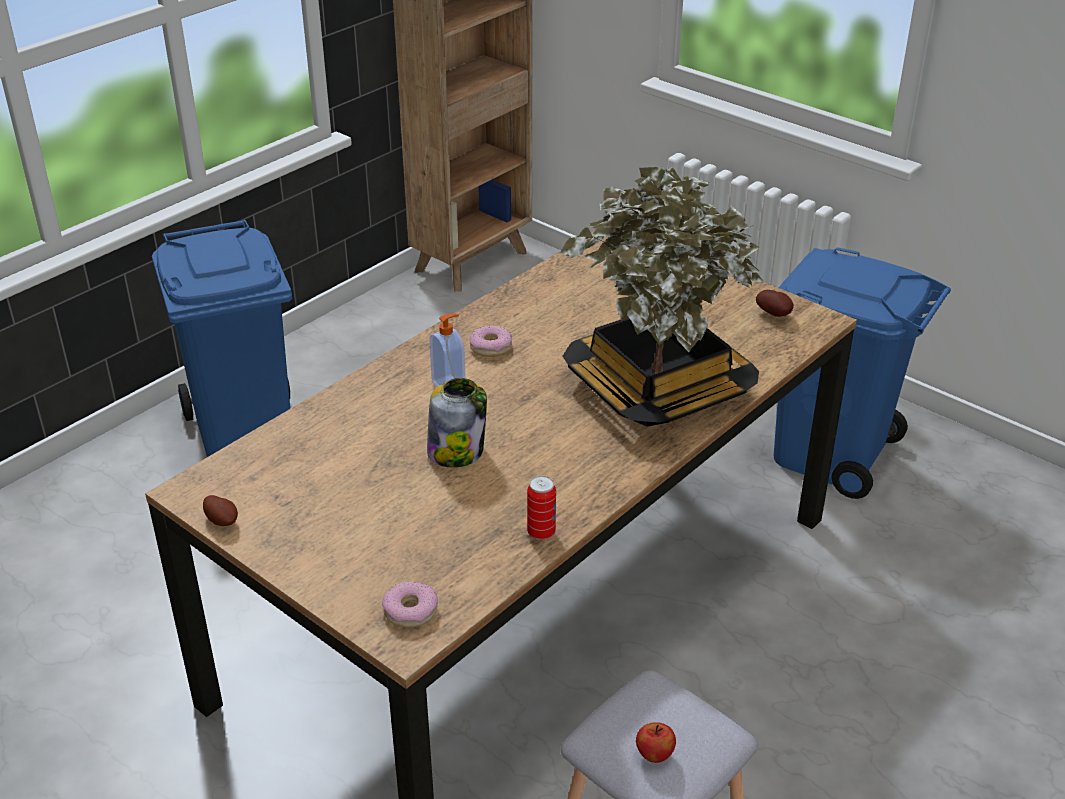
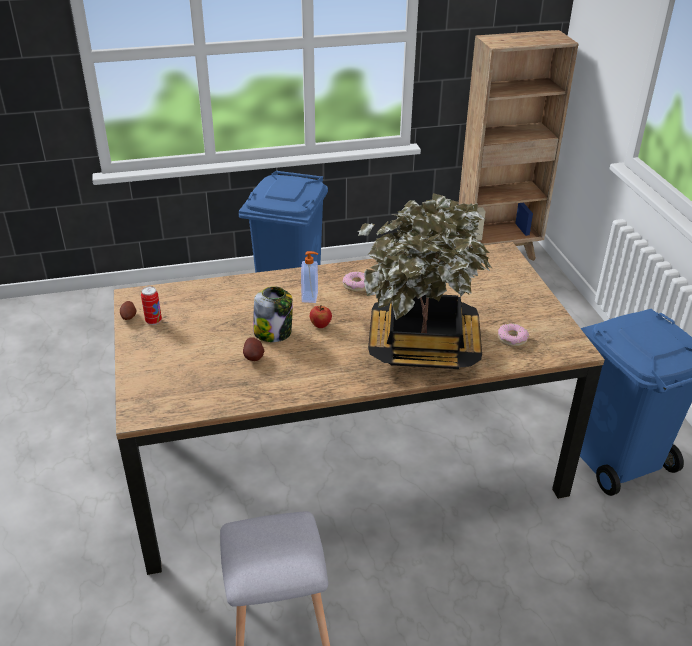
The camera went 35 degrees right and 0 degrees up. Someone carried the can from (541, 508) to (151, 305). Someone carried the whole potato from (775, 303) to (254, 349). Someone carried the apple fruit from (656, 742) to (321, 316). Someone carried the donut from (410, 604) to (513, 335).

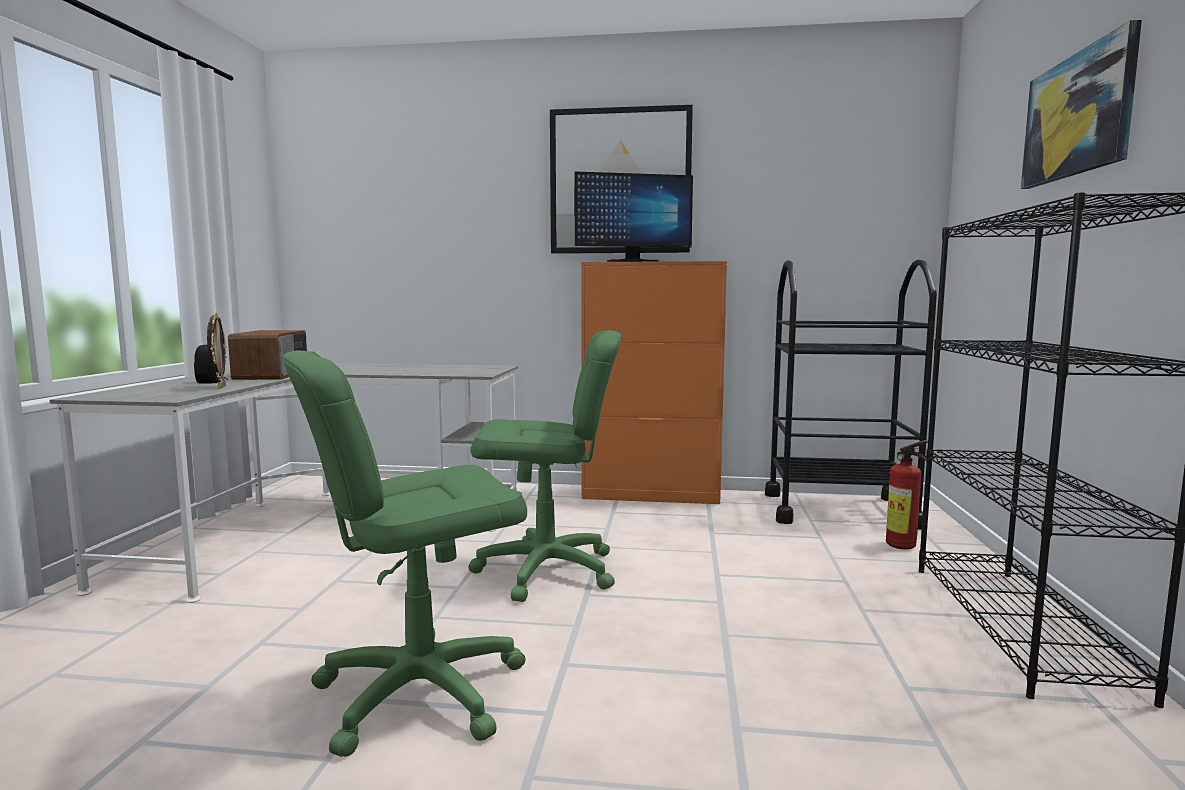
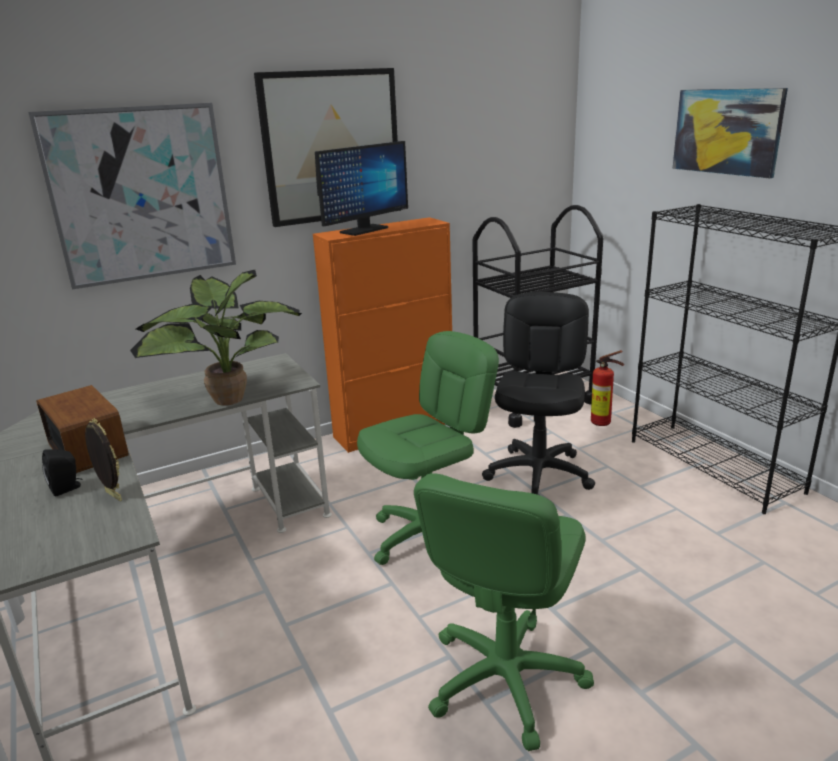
The camera went 35 degrees left and 15 degrees up. Someone put up the picture at (132, 196). Someone put down the houseplant at (216, 338). Someone put down the black office chair at (538, 393).

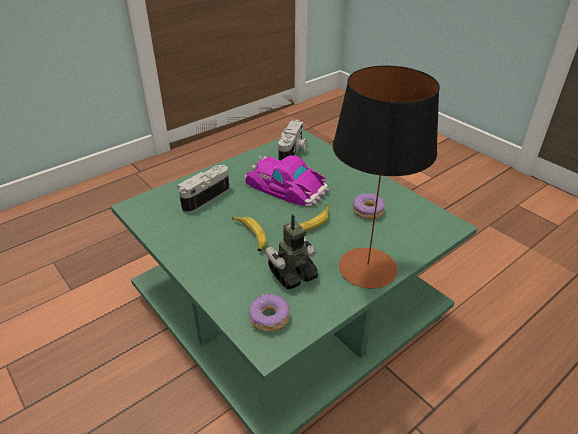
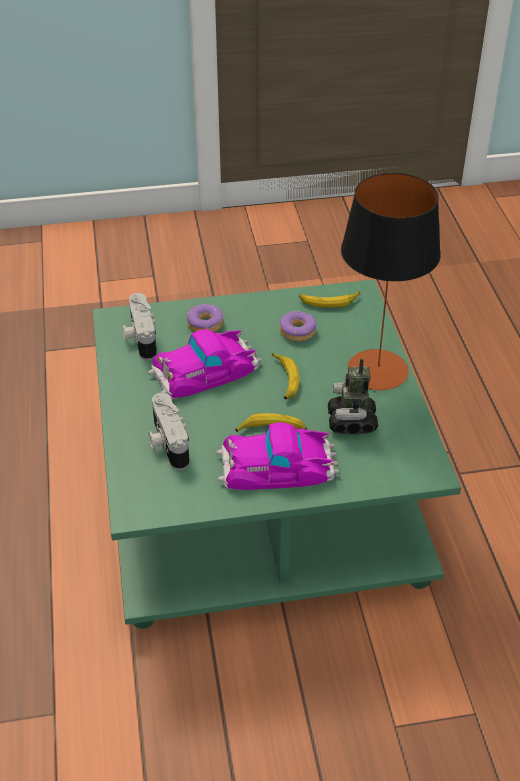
The camera went 60 degrees left and 5 degrees up. Someone rotated the still camera at (292, 140) by 150 degrees counterclockwise. Someone carried the donut from (269, 312) to (205, 318). Someone put down the miniature car at (277, 456). Someone put down the banana at (329, 299).

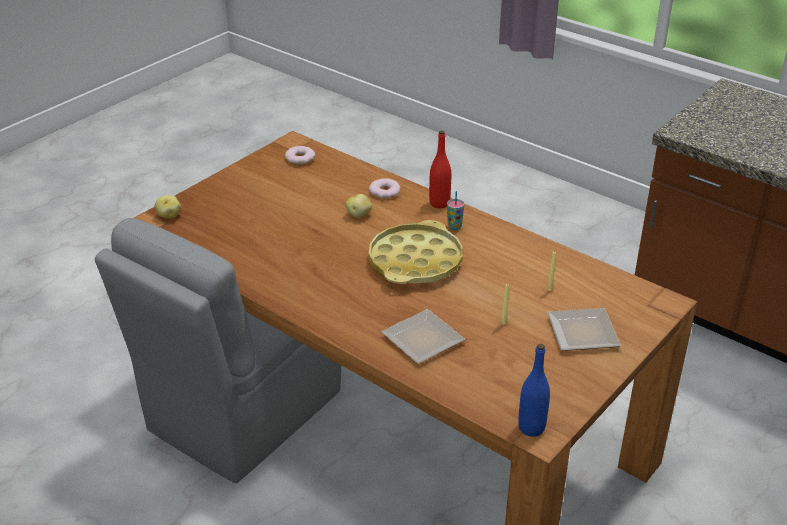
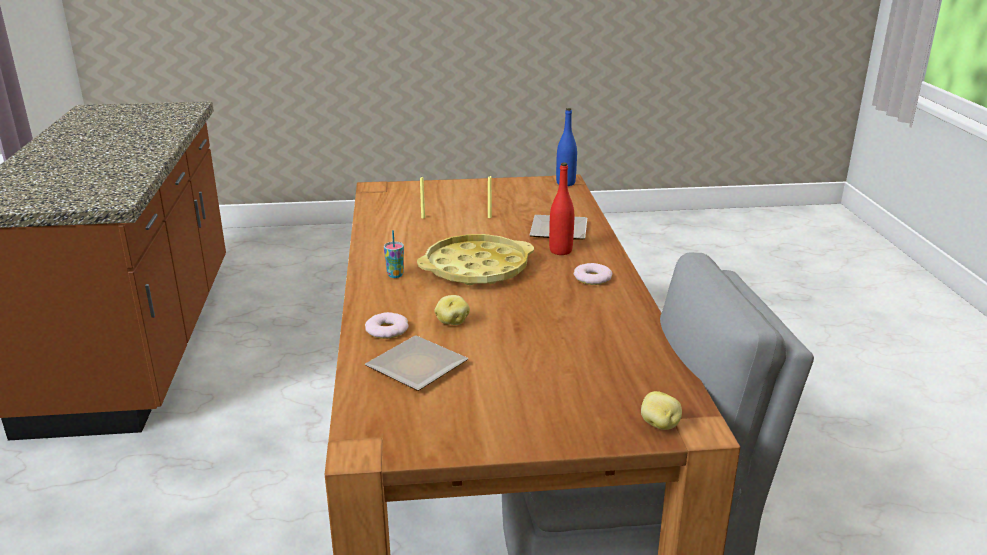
The camera went 135 degrees left and 10 degrees down. Someone carried the plate from (584, 329) to (416, 363). Someone carried the red drink bottle from (440, 169) to (561, 209). Someone carried the donut from (300, 155) to (593, 274).

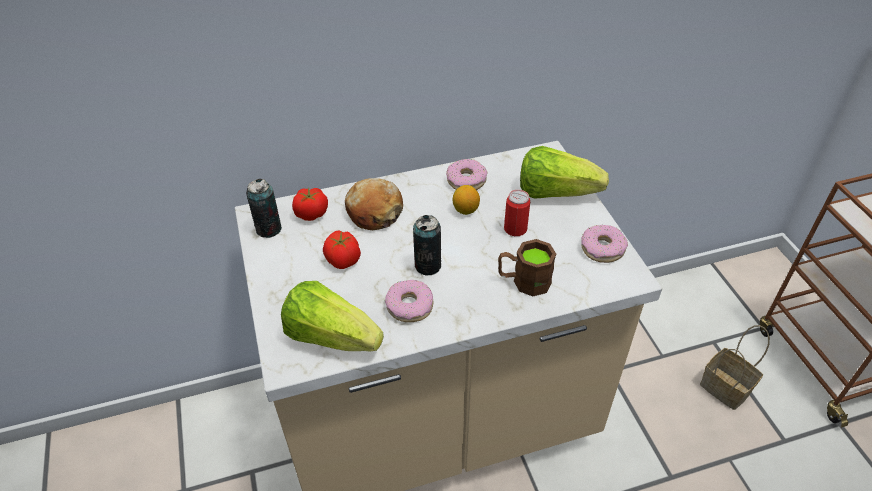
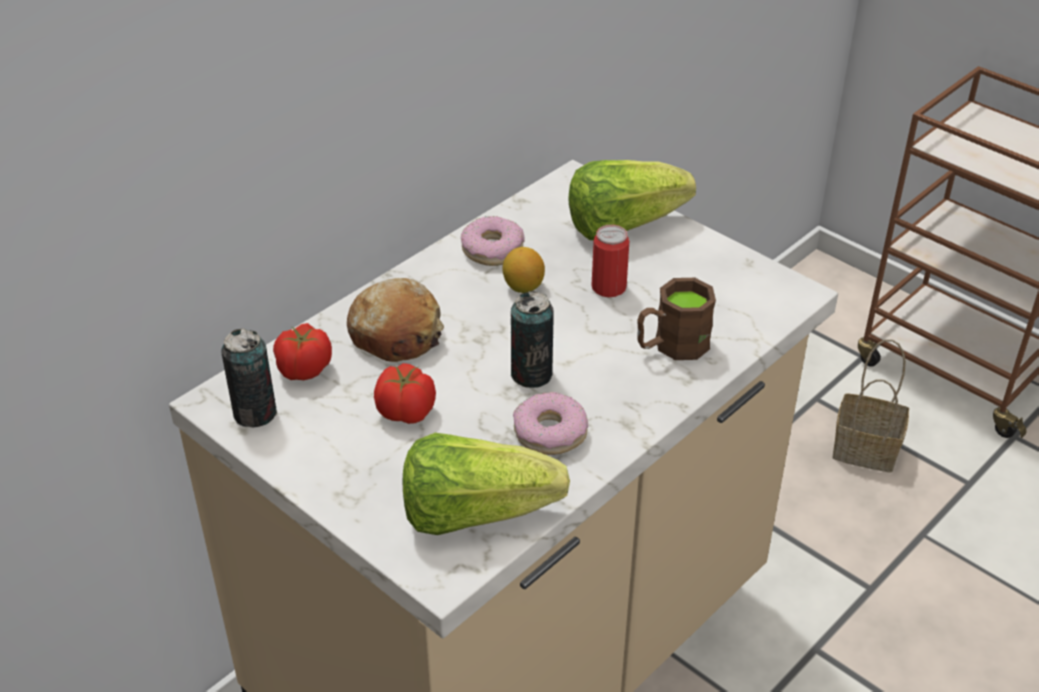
The camera went 30 degrees left and 5 degrees down. Someone took away the donut at (604, 244).

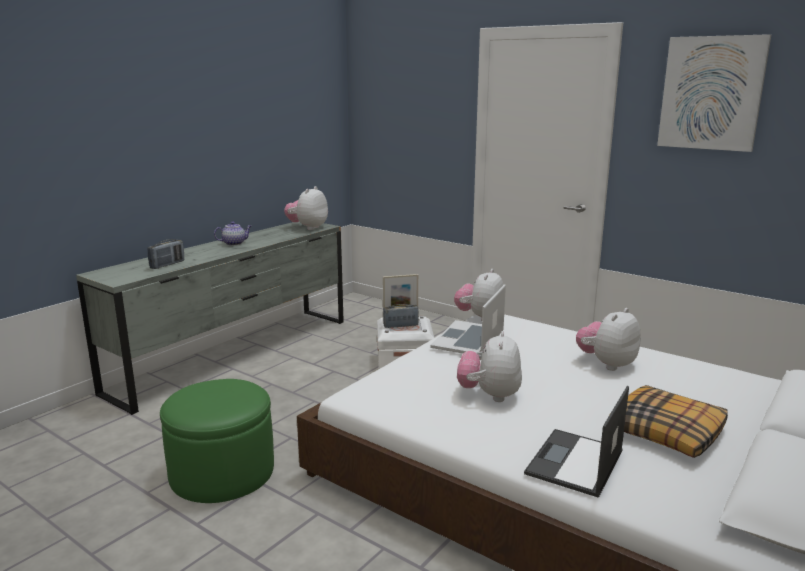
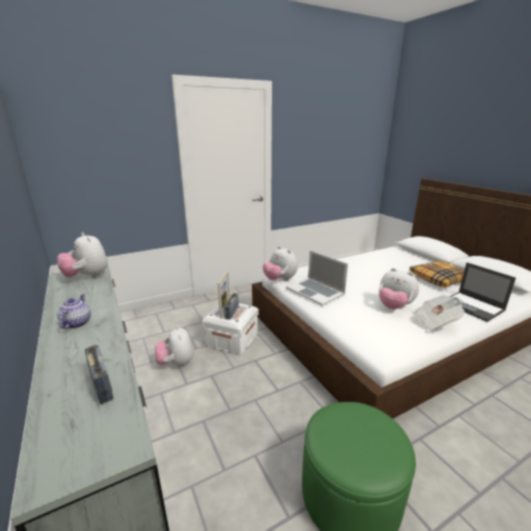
The camera went 65 degrees left and 5 degrees up. Someone carried the plush toy from (608, 339) to (174, 346). Someone put down the printed paper at (437, 313). Someone took away the picture at (714, 93).

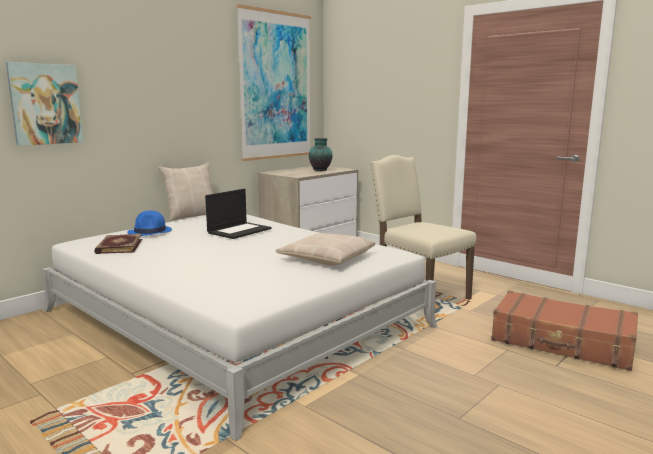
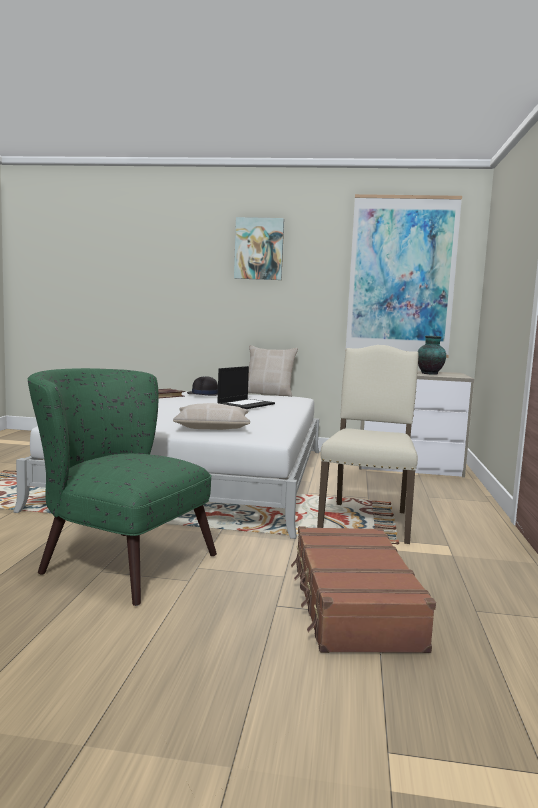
The camera went 55 degrees right and 5 degrees down. Someone put down the greenish easy chair at (122, 487). Someone repainted the blue hat at (149, 223), which became the black hat at (202, 386). Someone rotated the notebook computer at (238, 214) by 60 degrees counterclockwise. Someone carried the picture from (45, 104) to (259, 248).

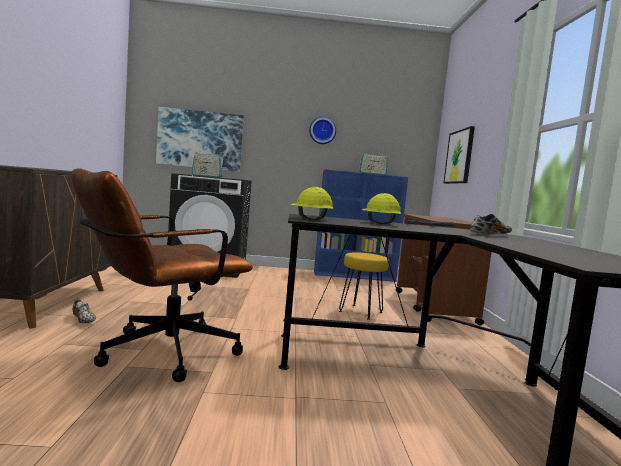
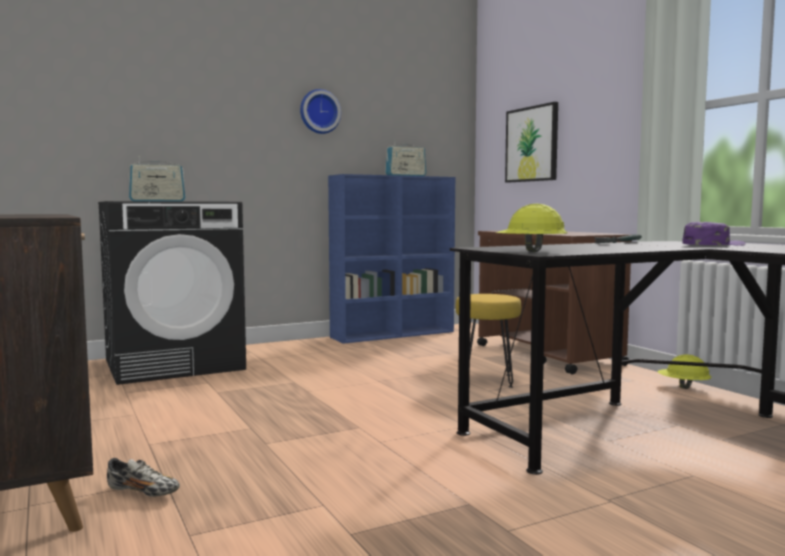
The camera went 25 degrees left and 0 degrees up. Someone carried the yellowish safety helmet from (381, 208) to (684, 371). Someone swapped the low shoe at (491, 224) for the purple baseball cap at (714, 234). Someone took away the brownish office chair at (162, 275). Someone took away the picture at (200, 139).

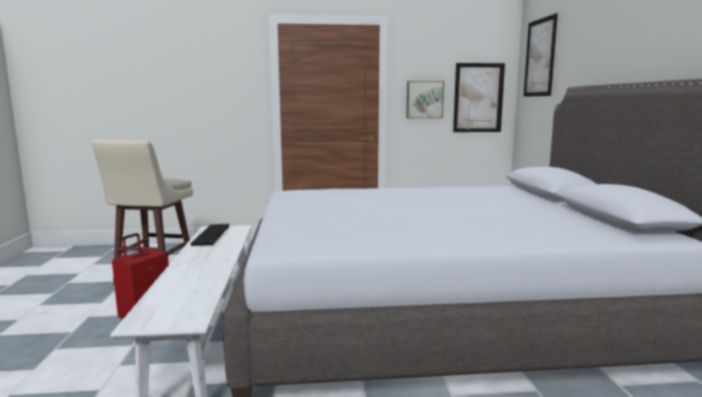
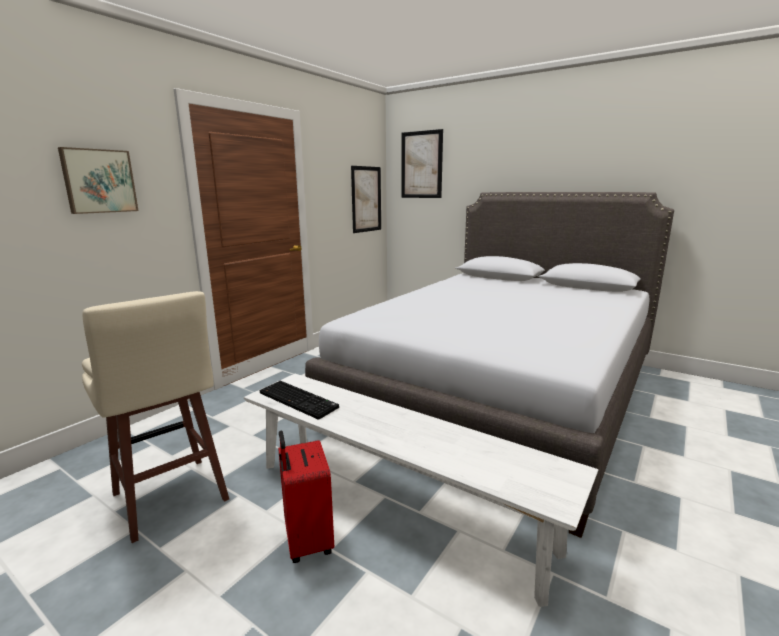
The camera went 50 degrees left and 5 degrees up. Someone carried the picture from (425, 99) to (98, 180).

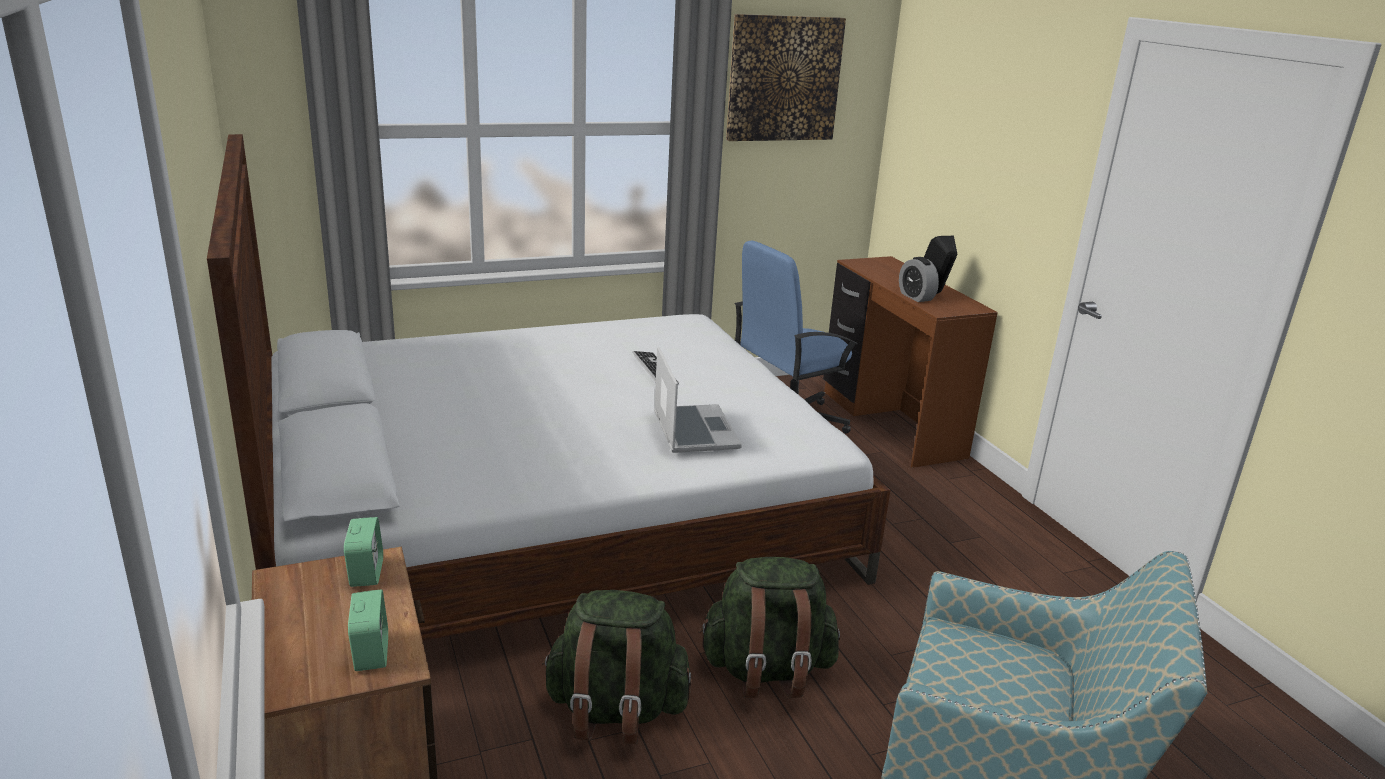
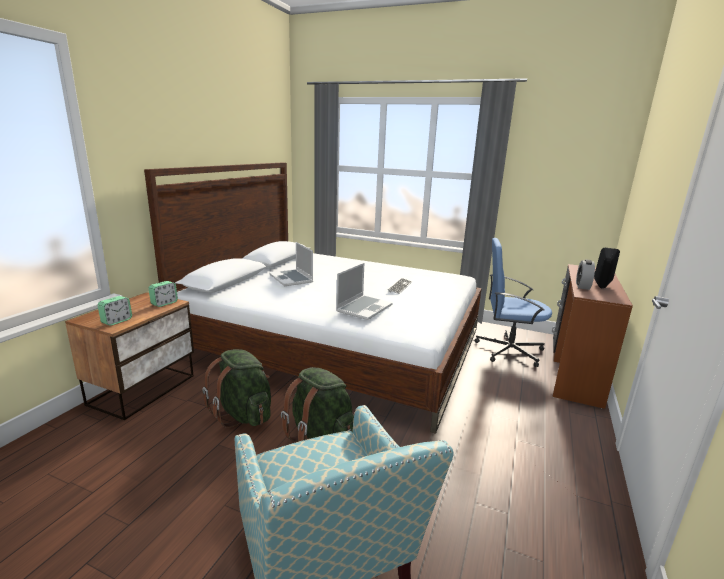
The camera went 45 degrees right and 5 degrees down. Someone put down the notebook computer at (291, 264). Someone took away the picture at (786, 77).

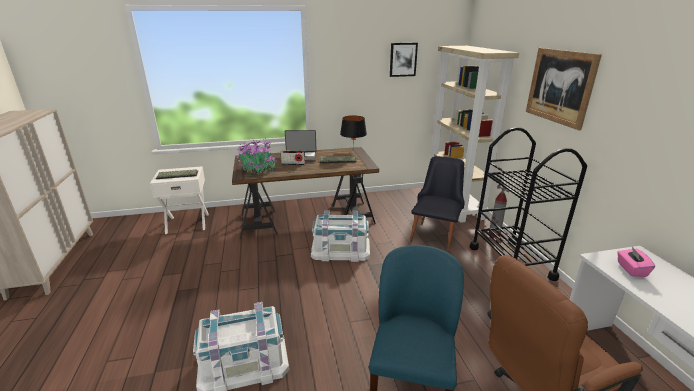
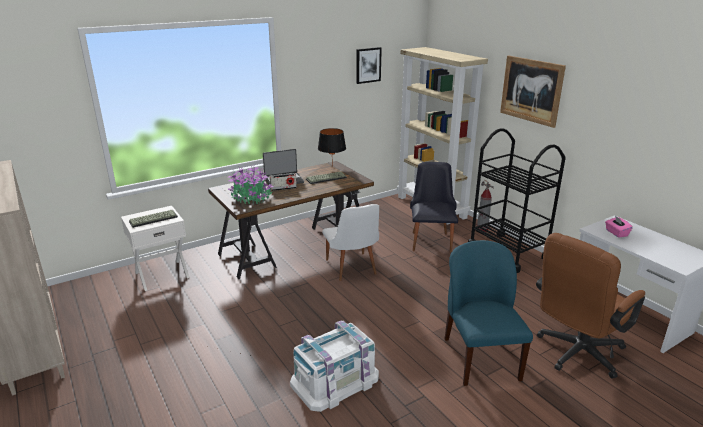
The camera went 20 degrees left and 0 degrees up. Someone swapped the whitish storage container at (340, 236) for the whitish chair at (350, 242).

